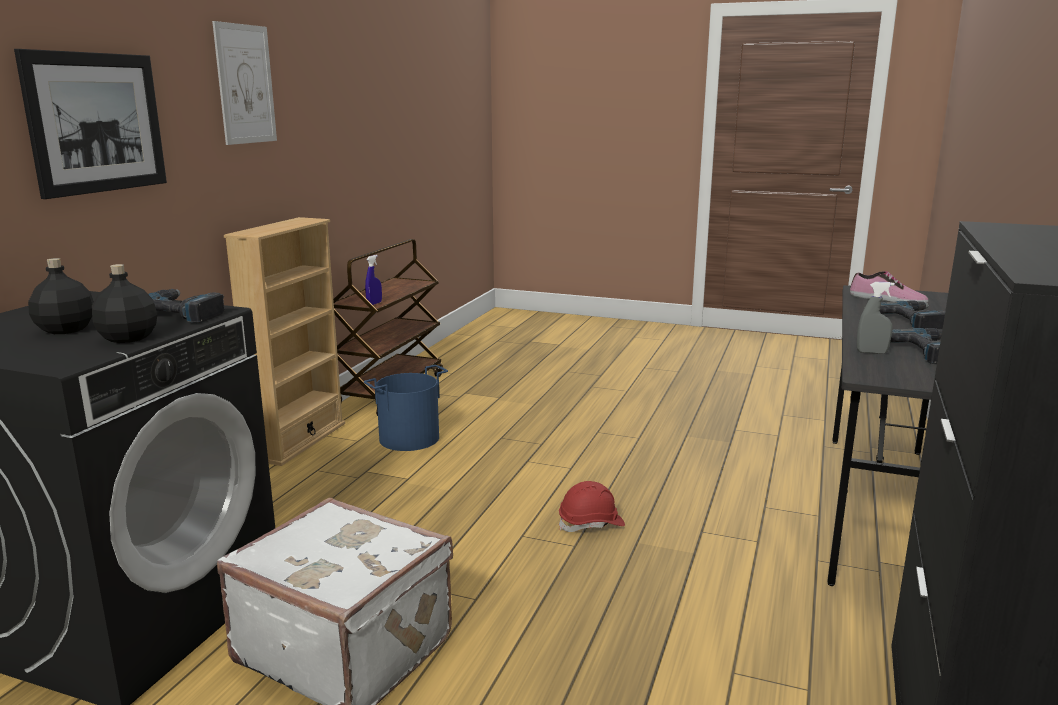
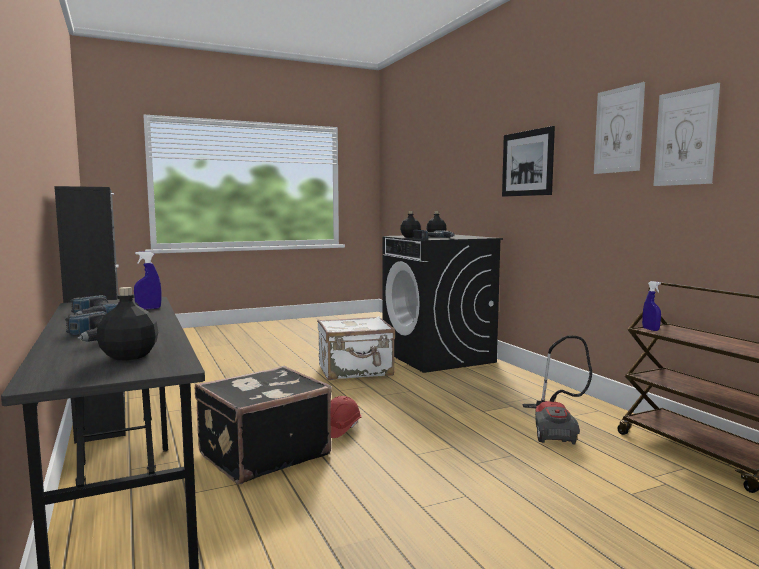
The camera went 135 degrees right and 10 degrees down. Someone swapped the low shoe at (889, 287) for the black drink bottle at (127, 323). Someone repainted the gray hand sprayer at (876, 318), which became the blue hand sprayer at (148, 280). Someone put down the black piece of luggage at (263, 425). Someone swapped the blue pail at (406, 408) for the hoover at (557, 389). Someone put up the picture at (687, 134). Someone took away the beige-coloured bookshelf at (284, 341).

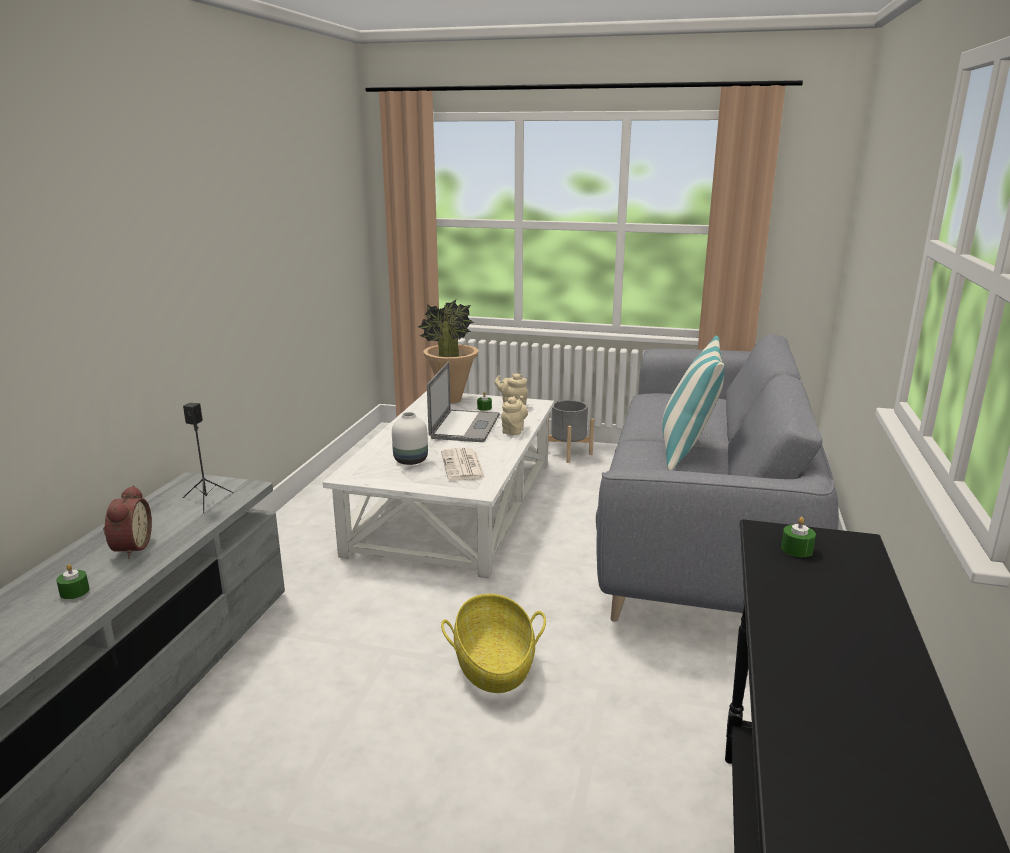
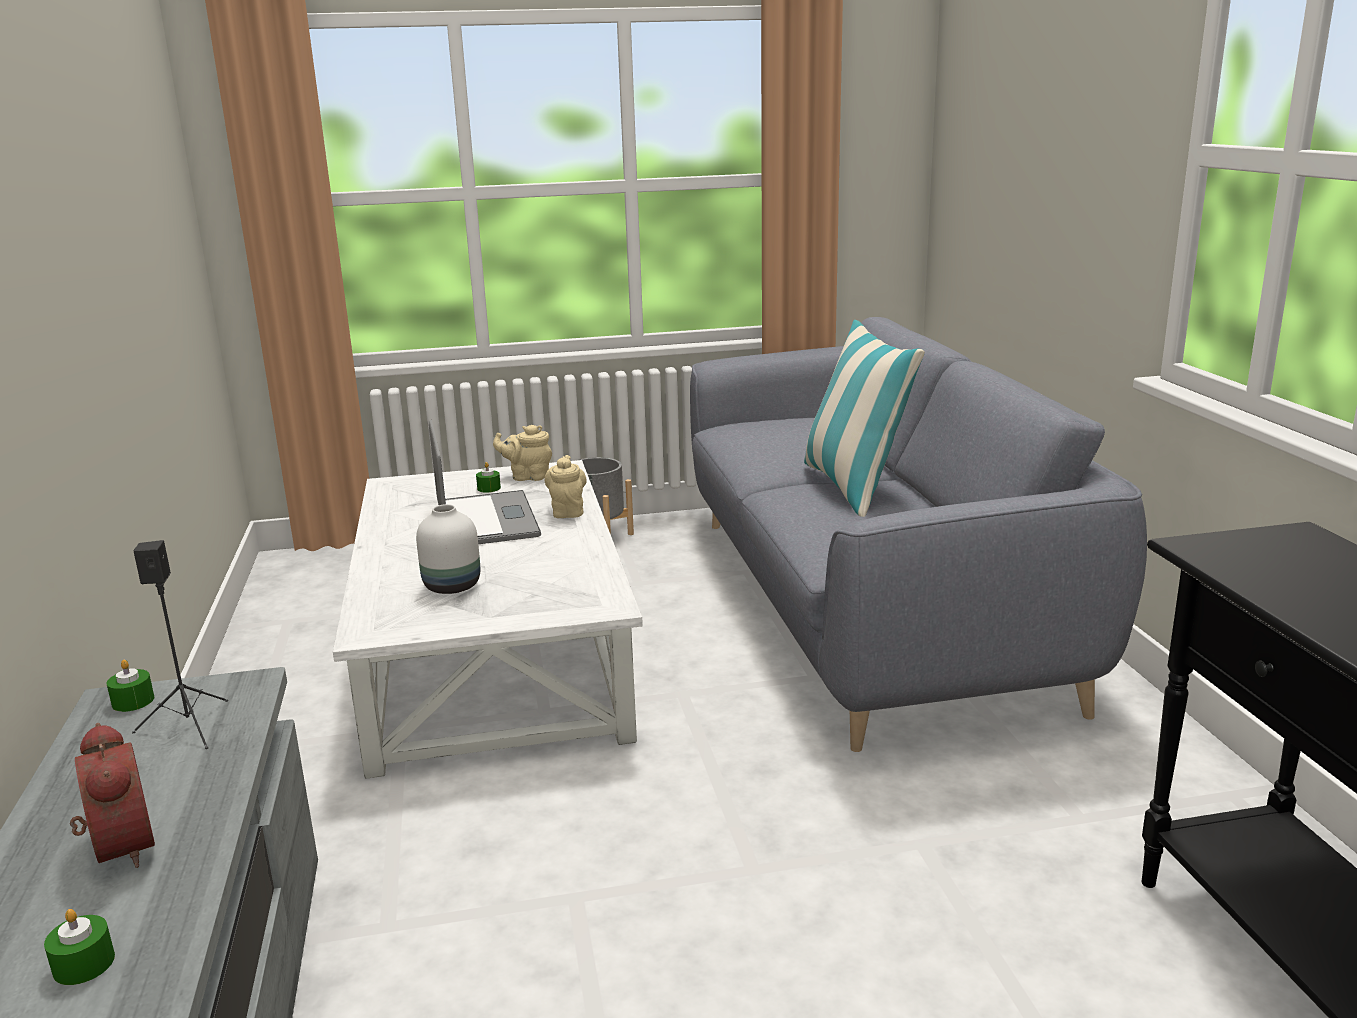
The camera went 25 degrees left and 0 degrees up. Someone carried the greenish candle from (798, 537) to (130, 686). Someone took away the houseplant at (448, 351). Someone took away the printed paper at (463, 464). Someone took away the basket at (493, 643).

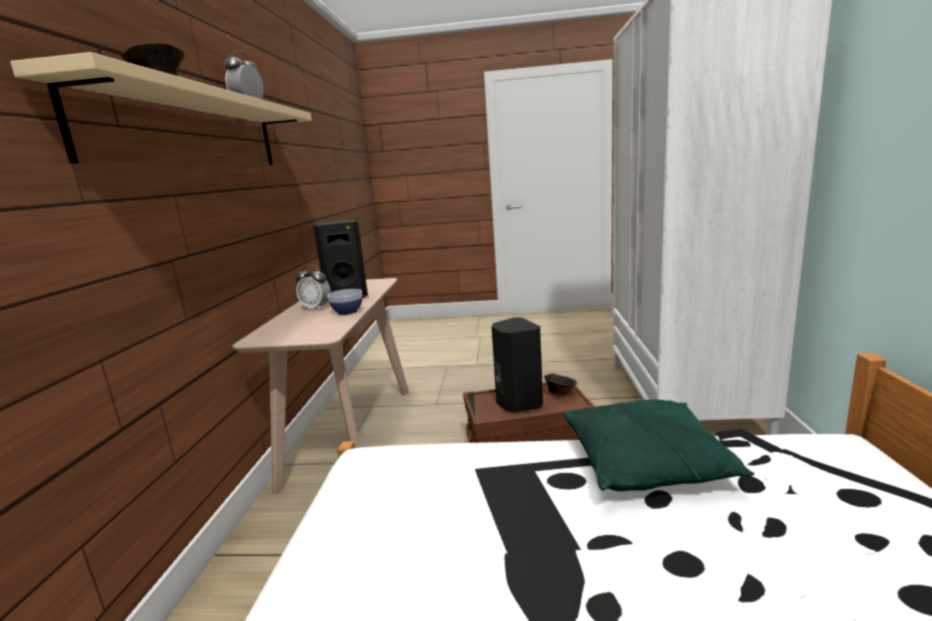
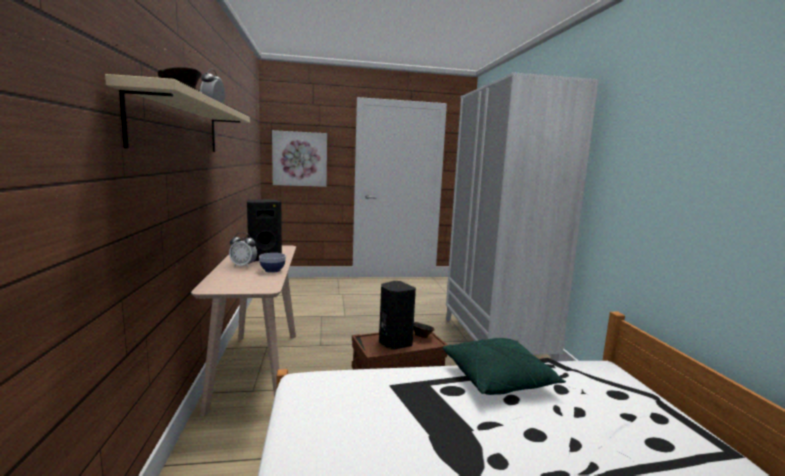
The camera went 15 degrees left and 5 degrees down. Someone put up the picture at (299, 158).

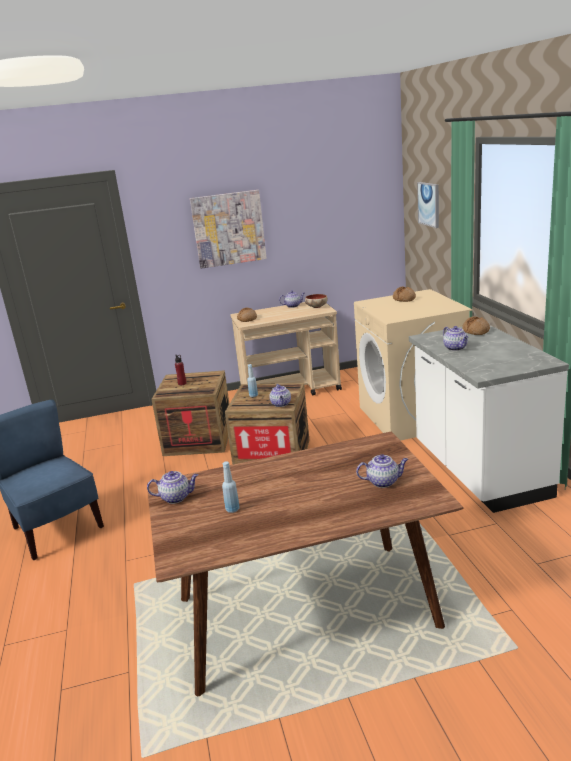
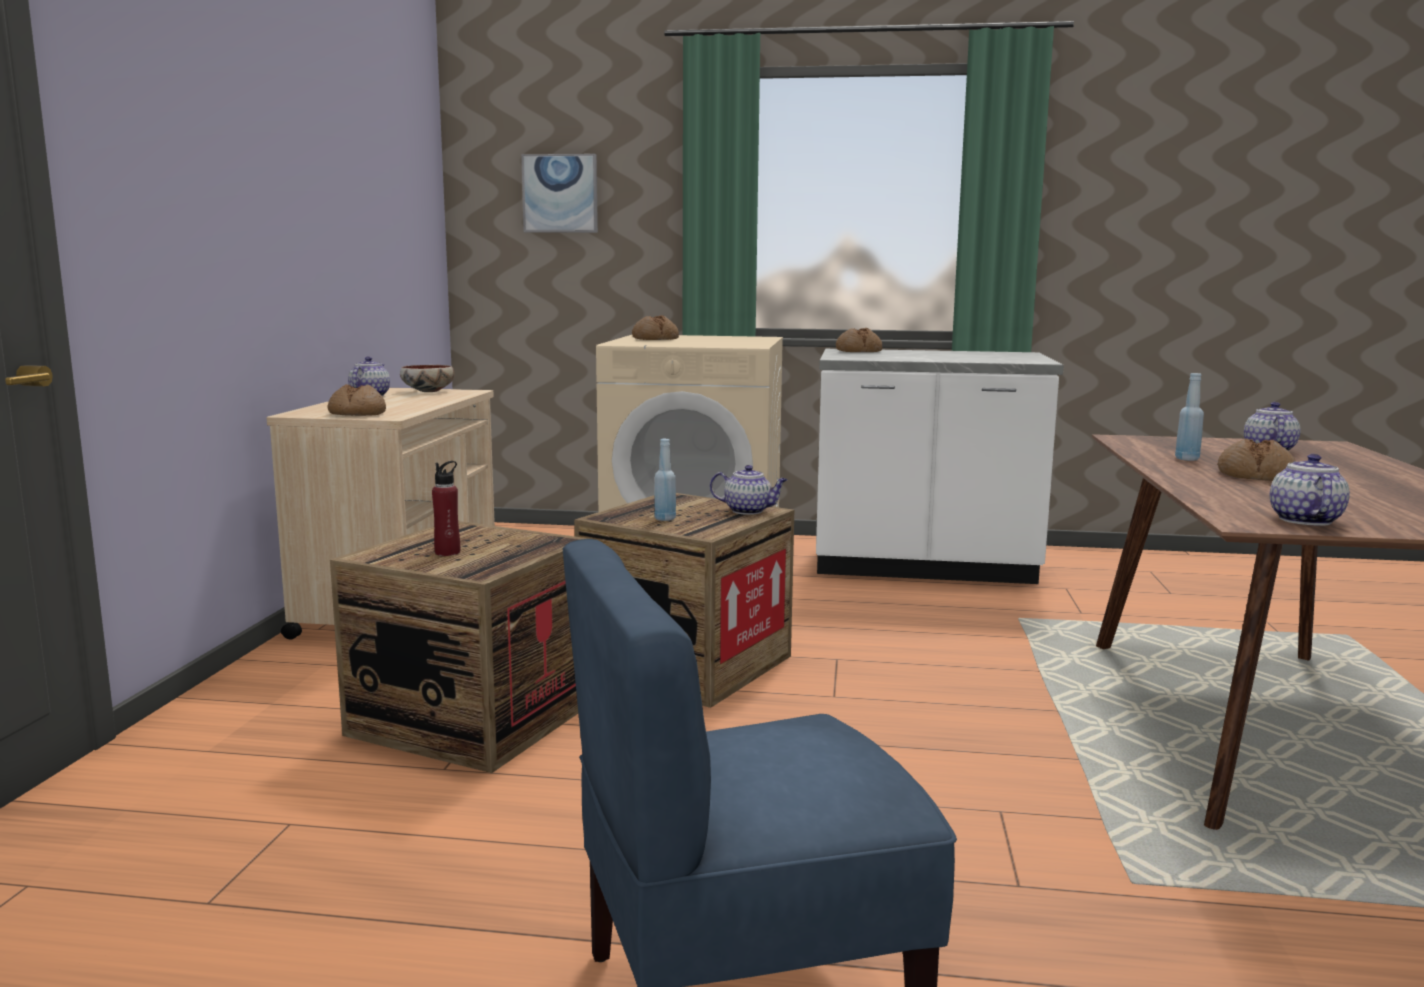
The camera went 70 degrees left and 10 degrees down. Someone carried the blue drink bottle from (231, 487) to (1189, 417). Someone put down the baked bread at (1256, 460). Someone took away the picture at (228, 229). Someone took away the teapot at (455, 338).

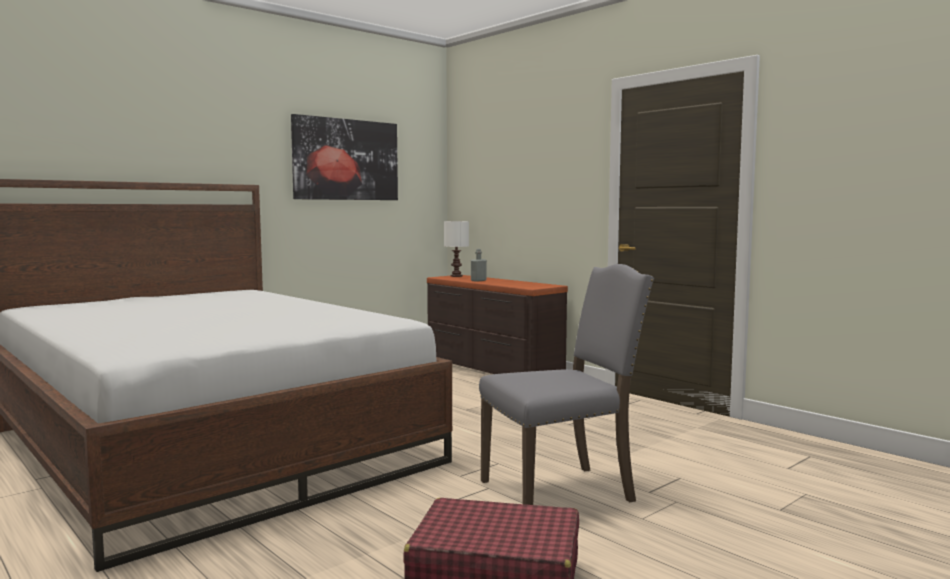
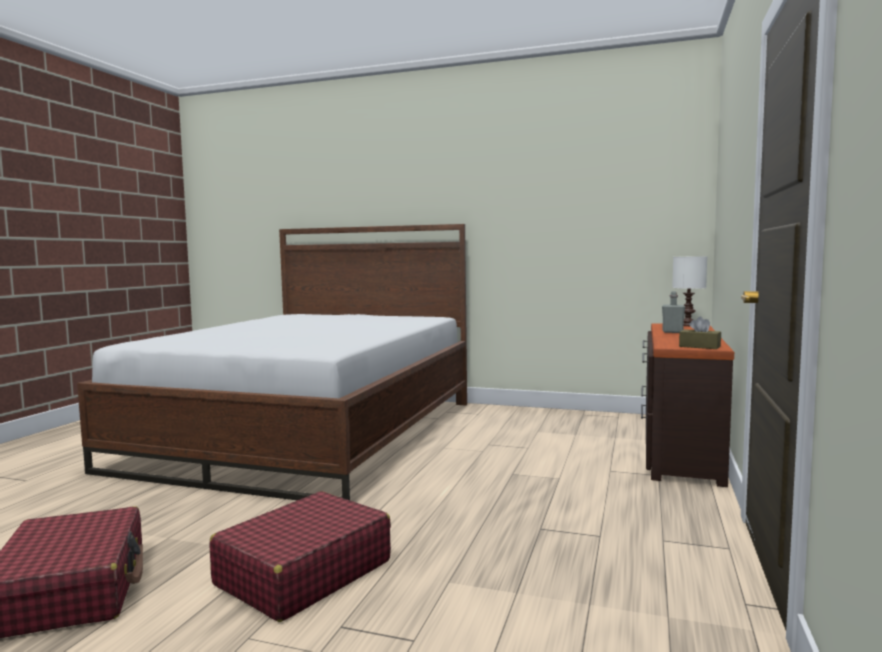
The camera went 60 degrees right and 0 degrees up. Someone swapped the gray chair at (566, 384) for the red piece of luggage at (300, 556). Someone put down the brownish box of tissues at (700, 332). Someone took away the picture at (344, 157).

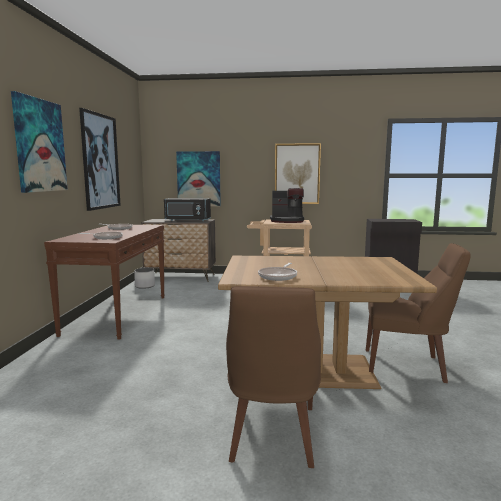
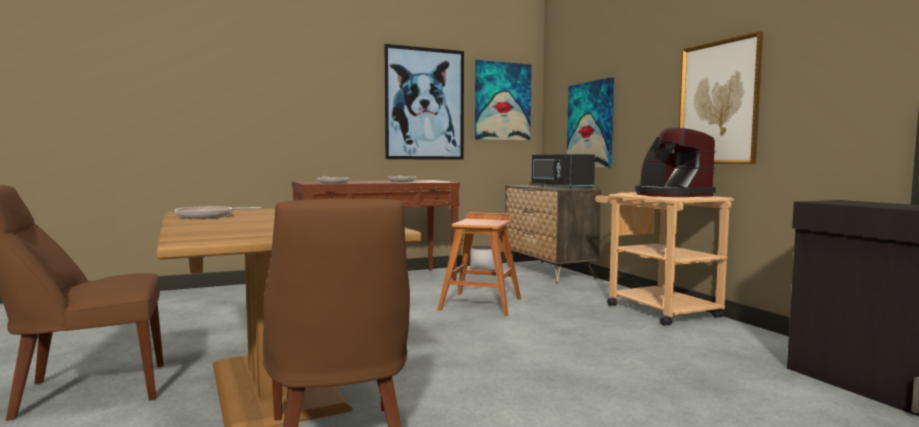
The camera went 60 degrees right and 5 degrees down. Someone put down the brownish sitting stool at (479, 264). Someone carried the picture from (39, 142) to (503, 100).

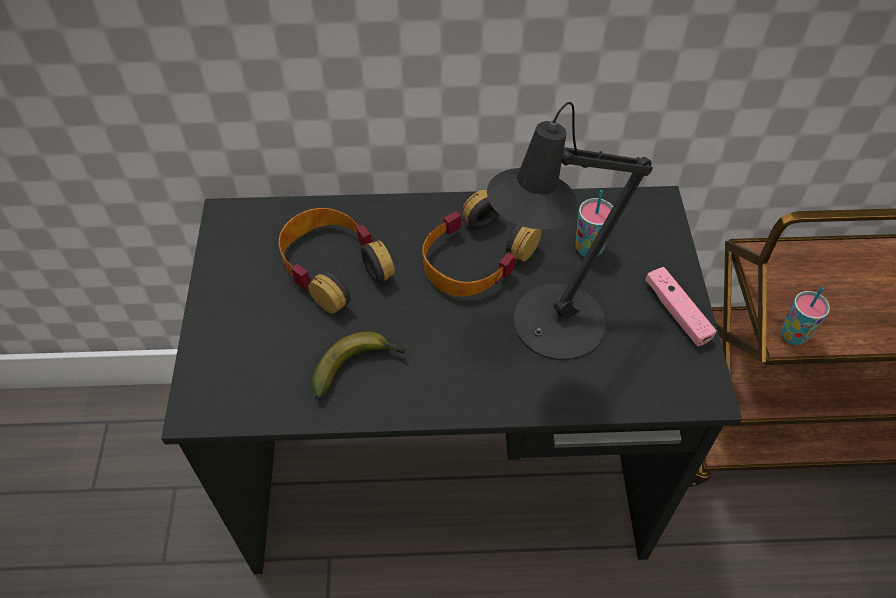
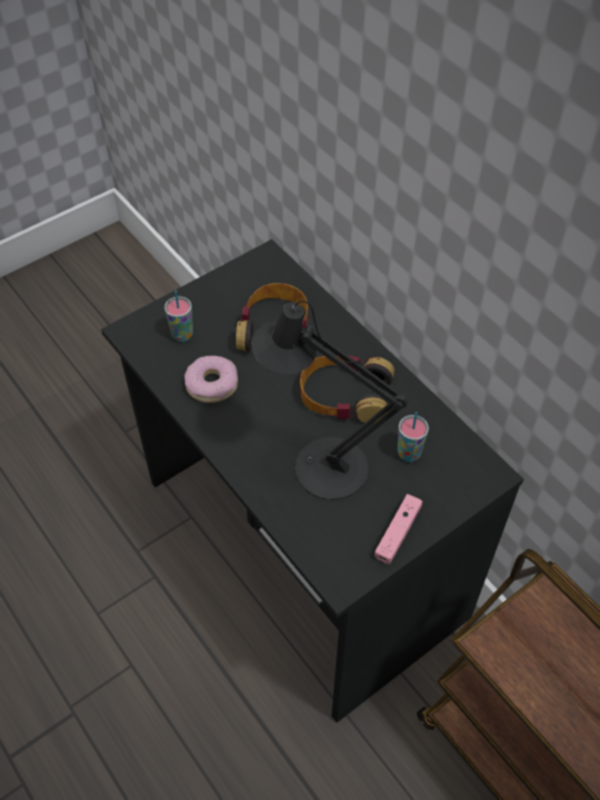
The camera went 55 degrees right and 0 degrees up. Someone carried the drinking cup from (805, 316) to (178, 316). Someone swapped the banana at (359, 365) for the donut at (211, 379).

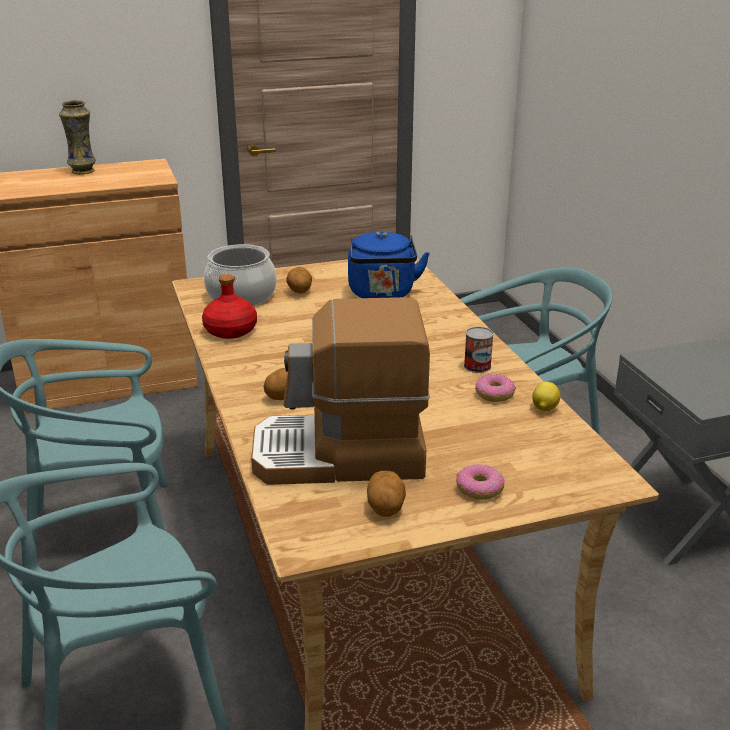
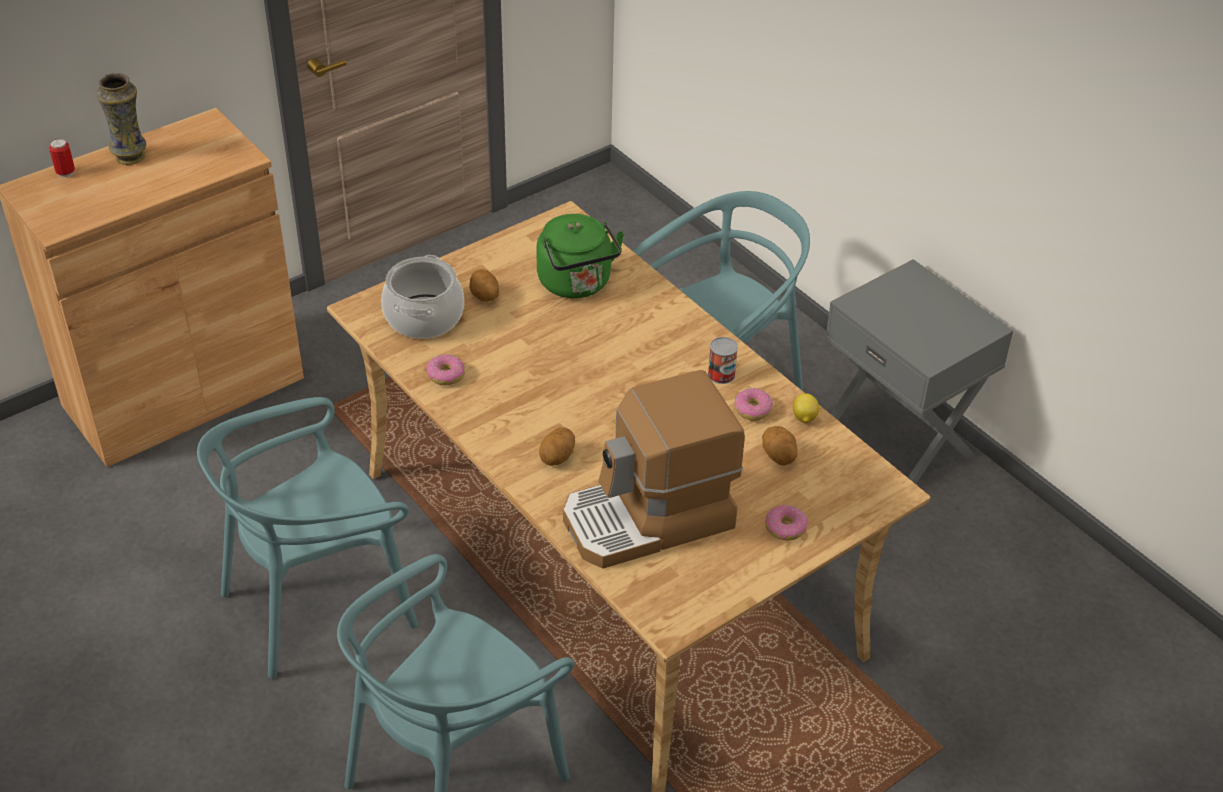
The camera went 20 degrees left and 15 degrees up. Someone put down the can at (62, 158). Someone swapped the red drink bottle at (229, 306) for the donut at (445, 369). Someone repainted the blue tea kettle at (389, 264), which became the greenish tea kettle at (580, 256). Someone carried the whole potato from (386, 494) to (780, 446).

